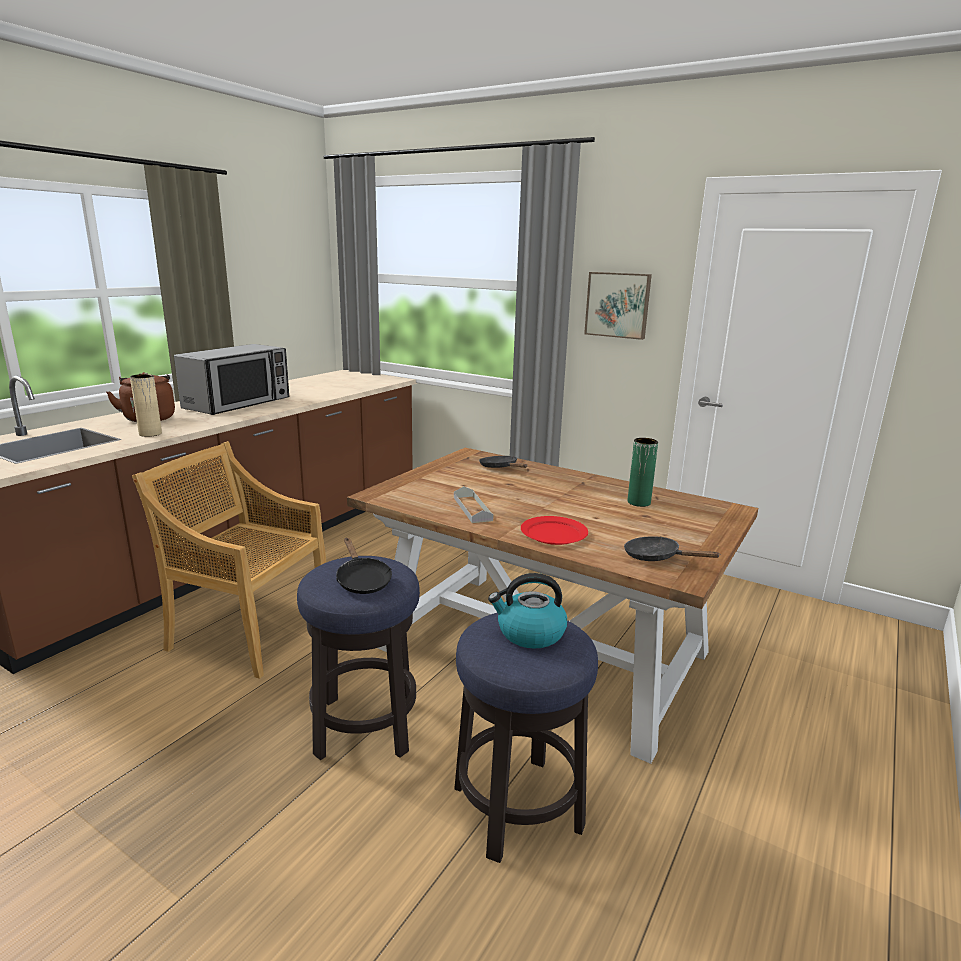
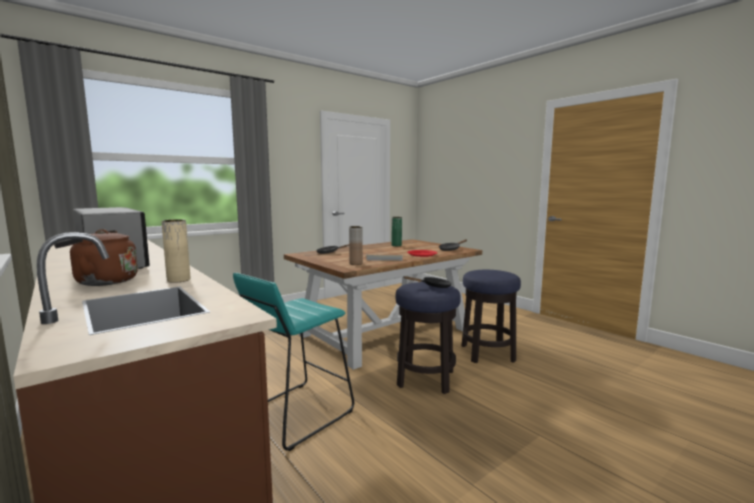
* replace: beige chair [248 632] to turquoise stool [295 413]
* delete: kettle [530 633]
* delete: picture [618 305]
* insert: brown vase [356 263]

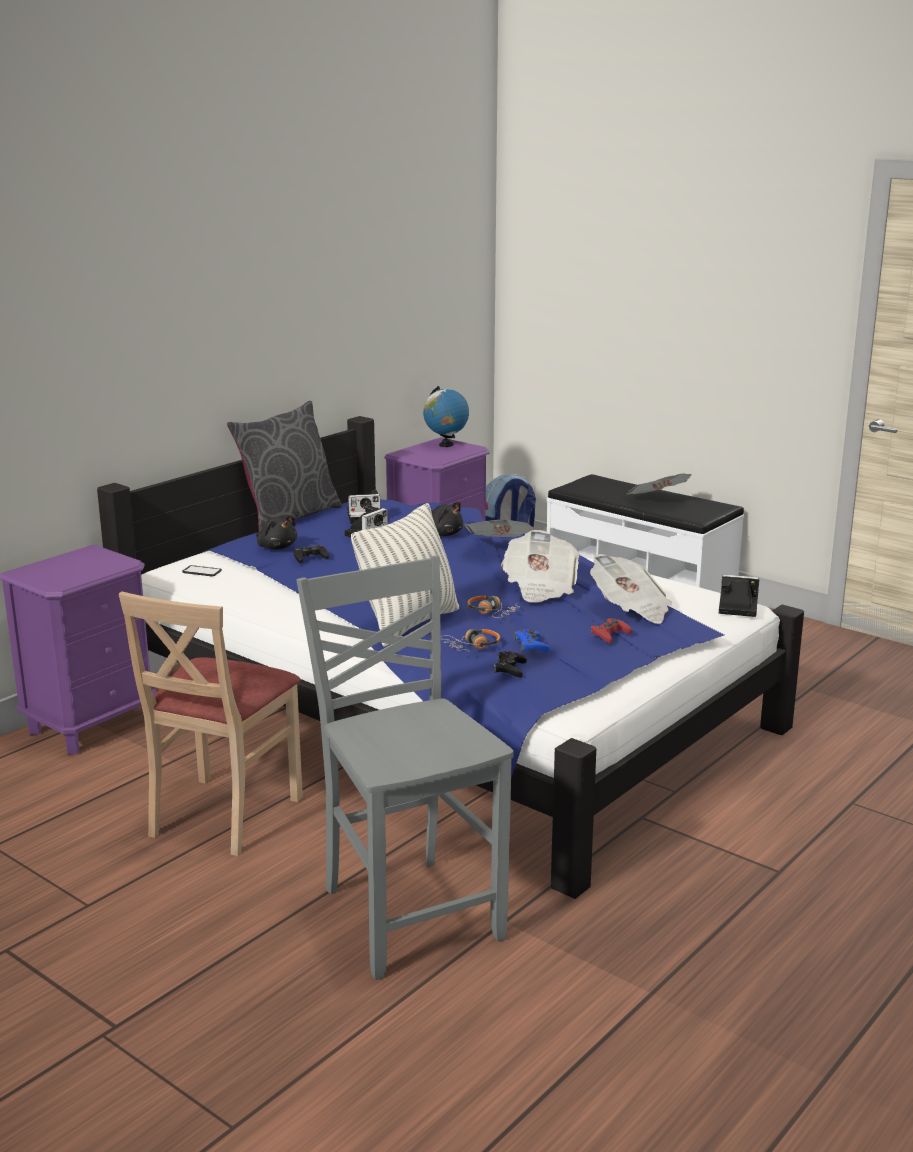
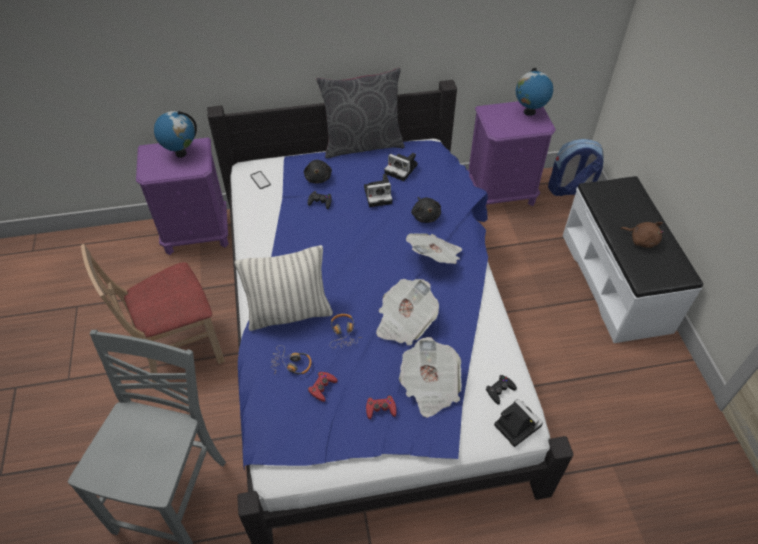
* move: black game controller [510 669] to [500 390]
* recolor: blue game controller [531 645] to red game controller [322 387]
* replace: newspaper [657 501] to brown plush toy [641 240]
* insert: globe [181 153]

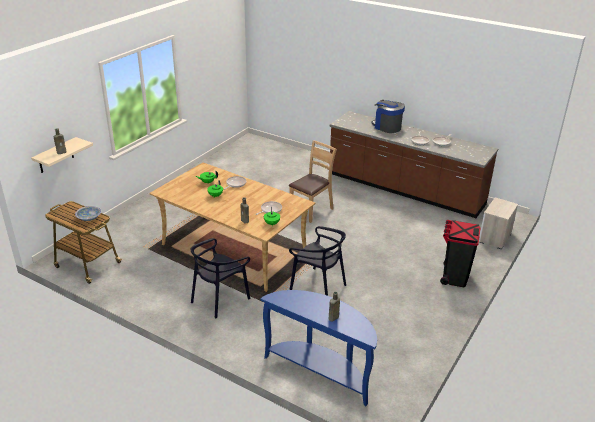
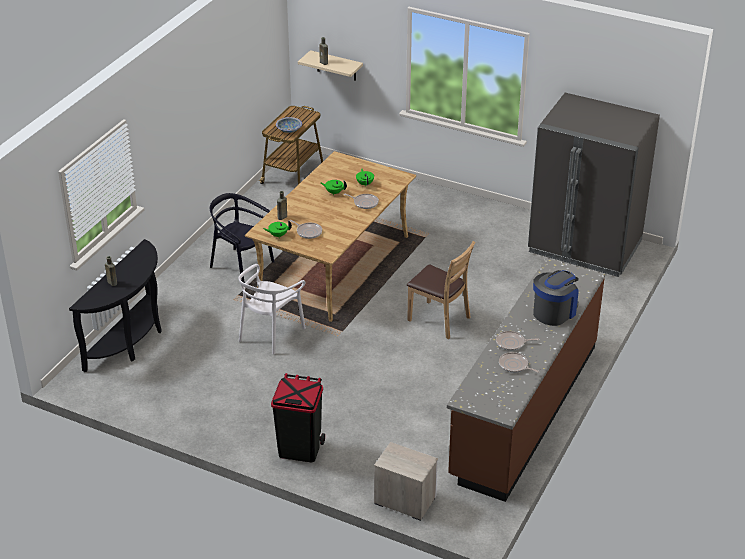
* recolor: blue console table [321 371] to black console table [131 341]
* recolor: black chair [318 286] to white chair [270 333]
* insert: grey fridge [585 247]

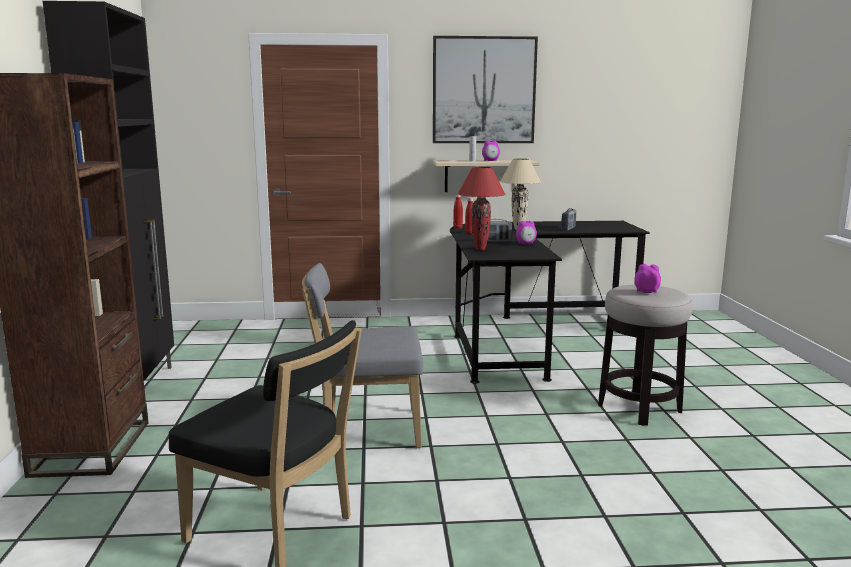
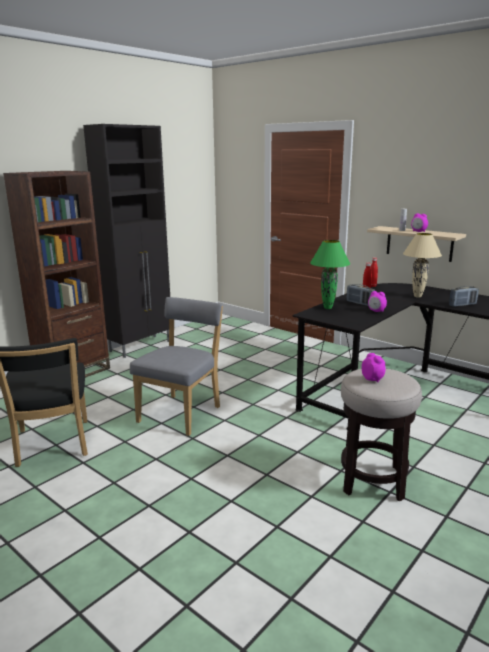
* rotate: grey chair [366 429] = [182 413] 75 degrees clockwise
* delete: picture [484 90]
* recolor: red table lamp [479 249] to green table lamp [327 308]

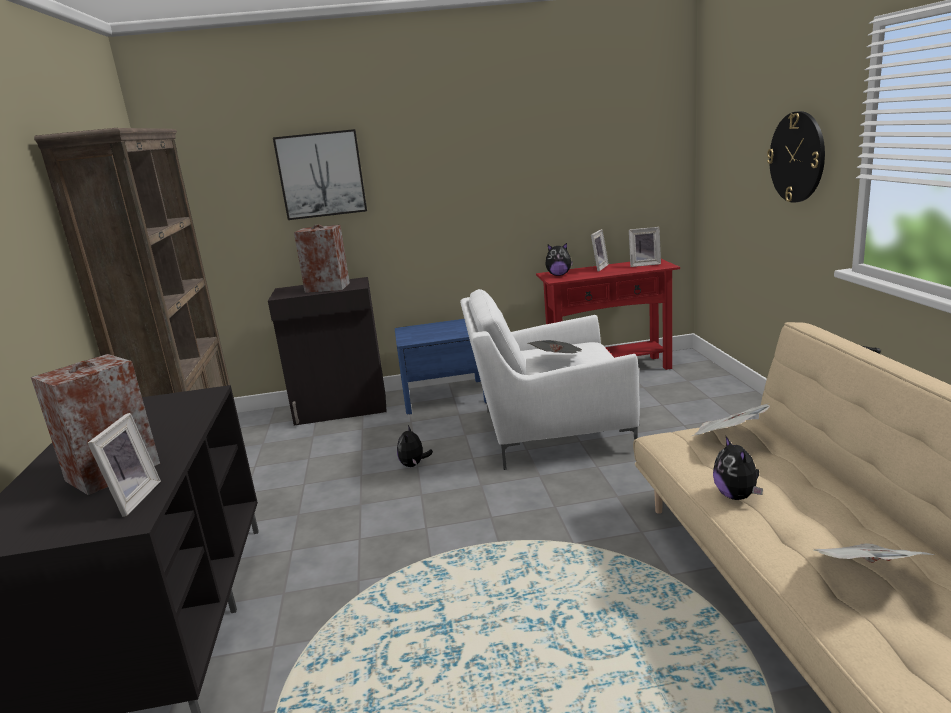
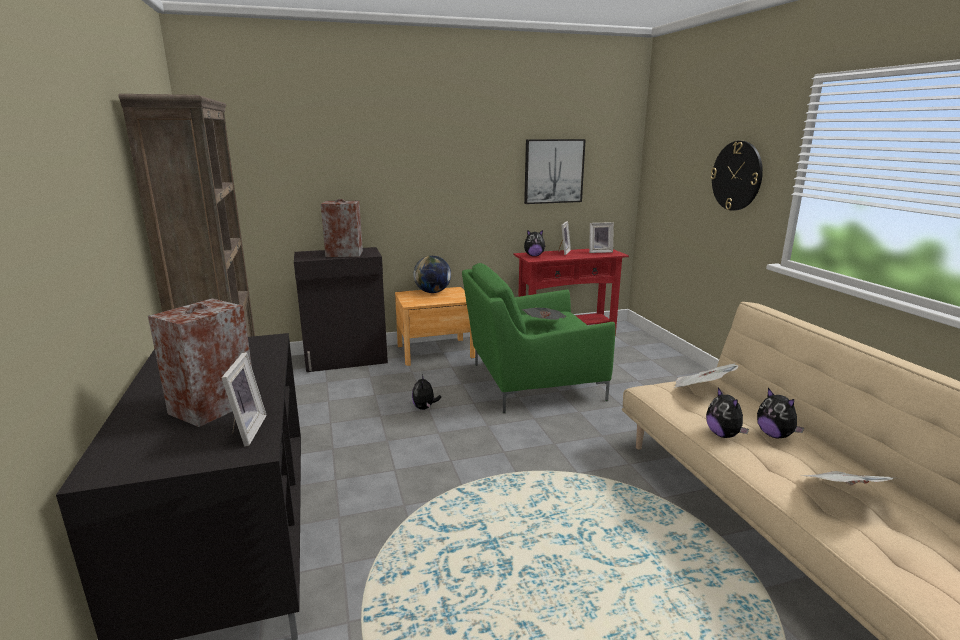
* move: picture [321 174] to [553 171]
* recolor: blue nightstand [445 396] to brown nightstand [435 351]
* recolor: white armchair [548 430] to green armchair [530 382]
* insert: globe [432 292]
* insert: plush toy [775 435]

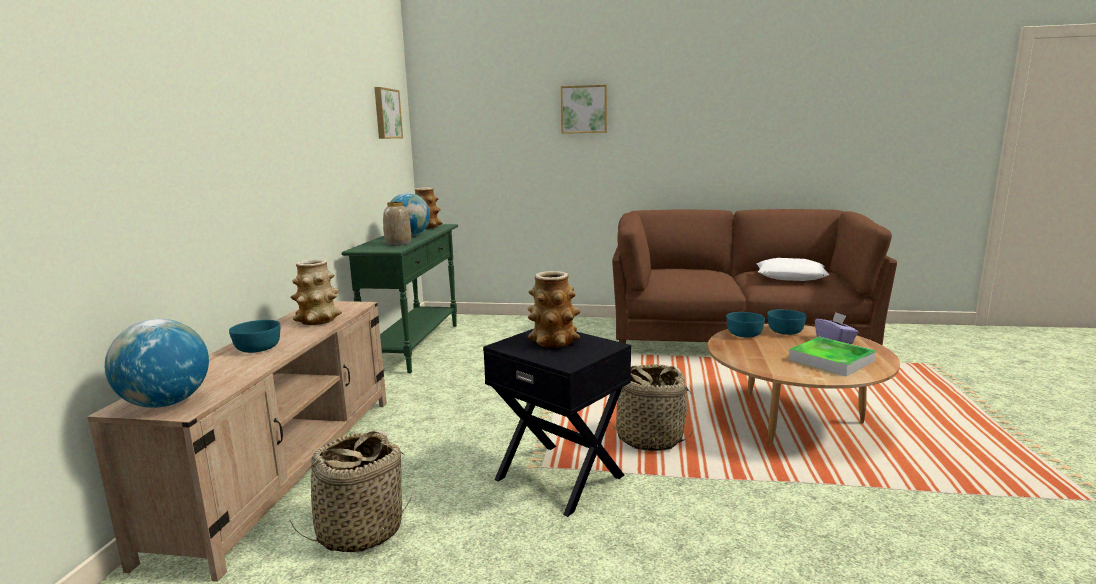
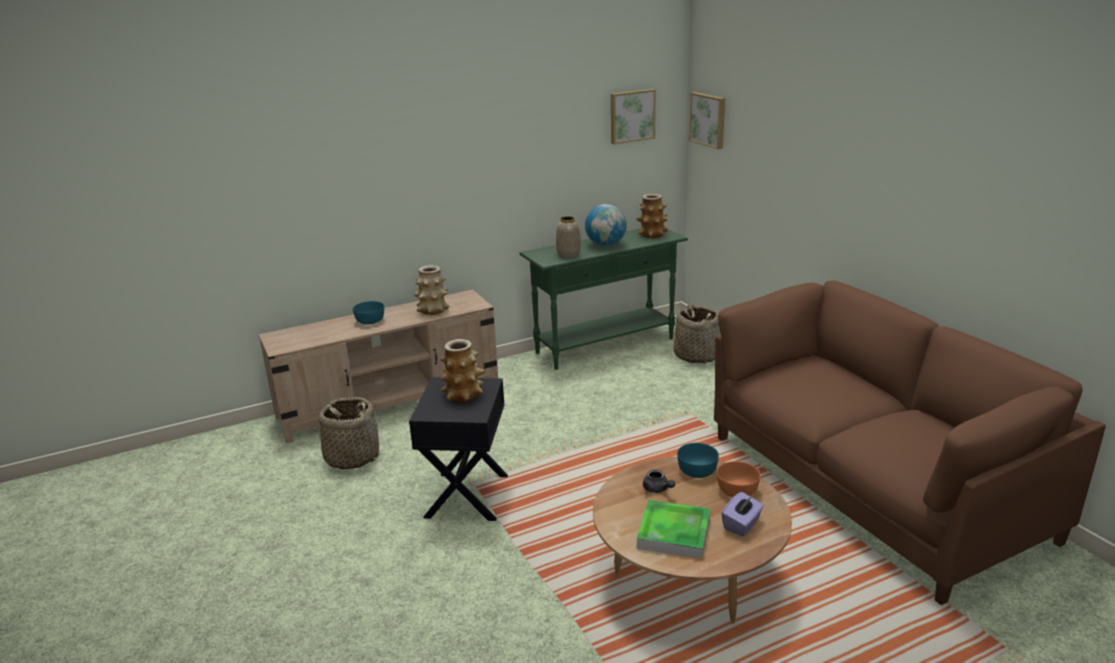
* delete: globe [166 403]
* move: picture [584 109] to [709 120]
* move: basket [649 438] to [696 355]
* delete: white pillow [791 276]
* recolor: turquoise bowl [785 331] to orange bowl [738 490]
* insert: grey teapot [657 489]

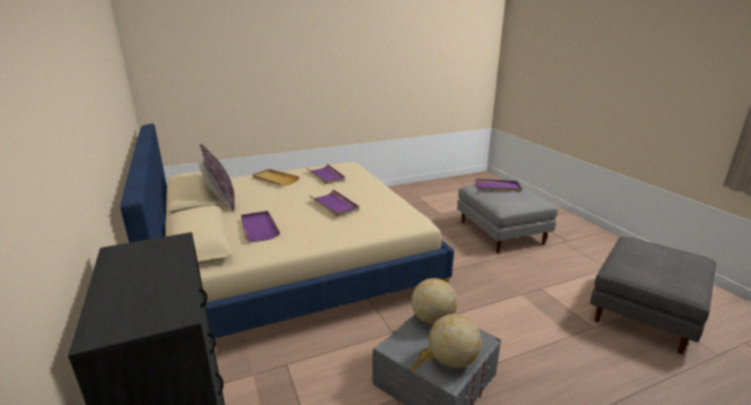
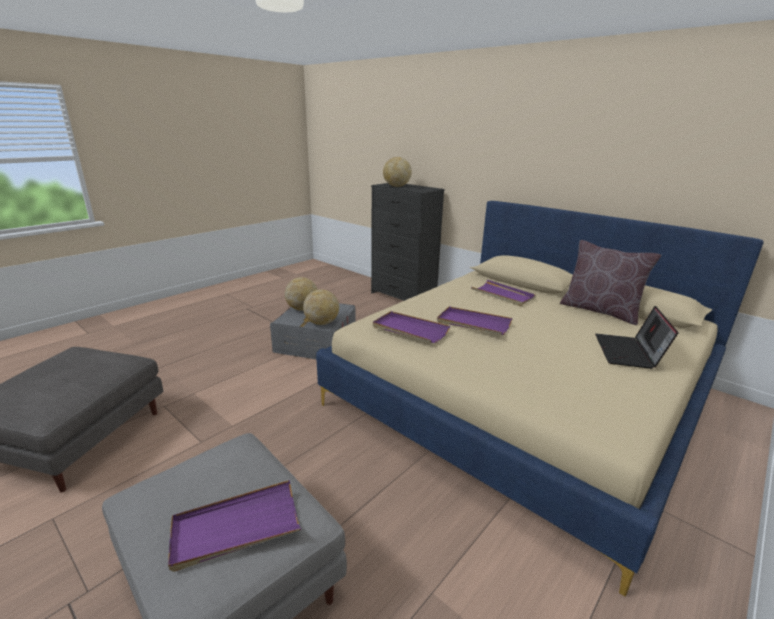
* replace: beige tray [275 179] to laptop [629 353]
* move: purple tray [325 175] to [410 329]
* insert: globe [396 186]

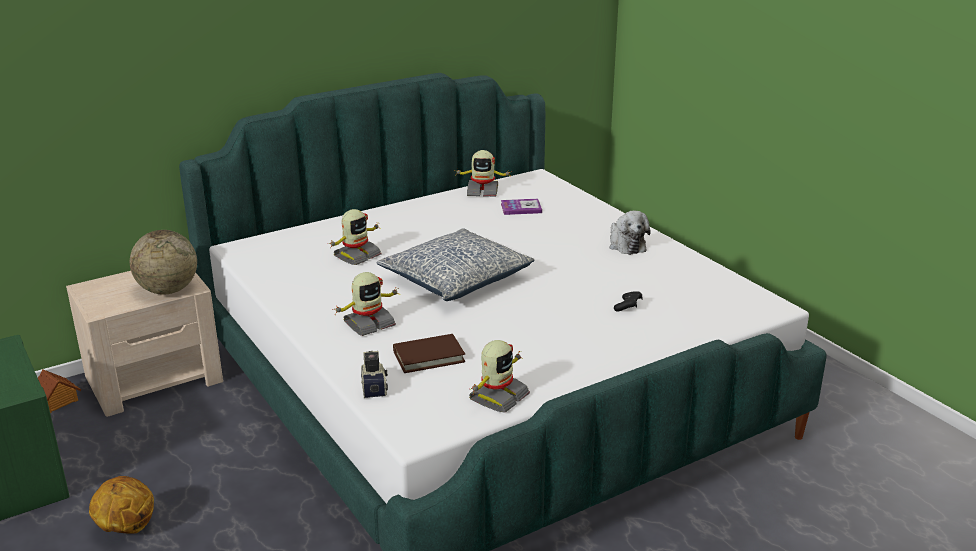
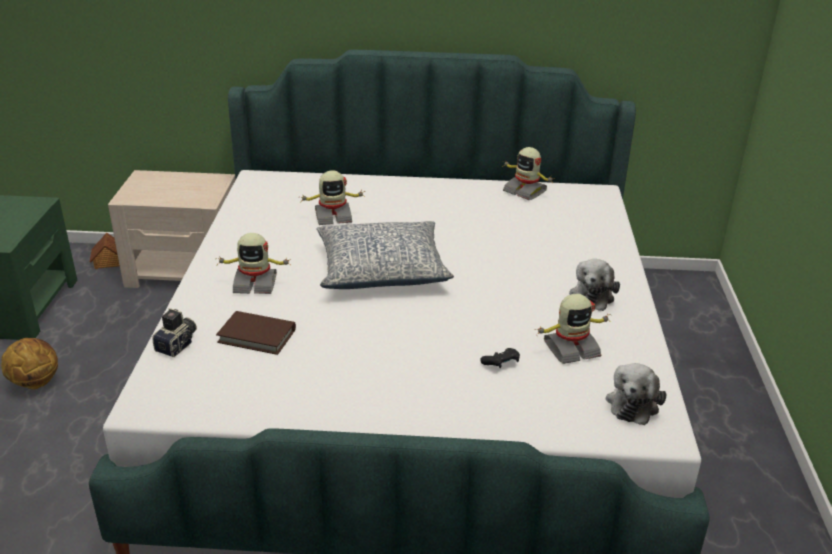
* delete: globe [168 290]
* move: toy robot [498 397] to [570 348]
* delete: book [521 208]
* insert: plush toy [633 402]

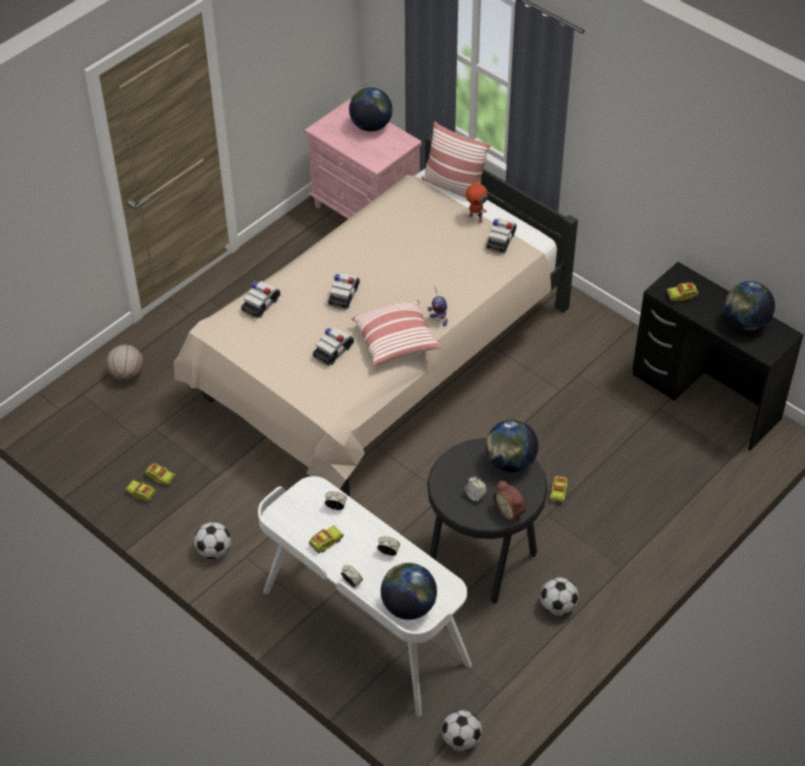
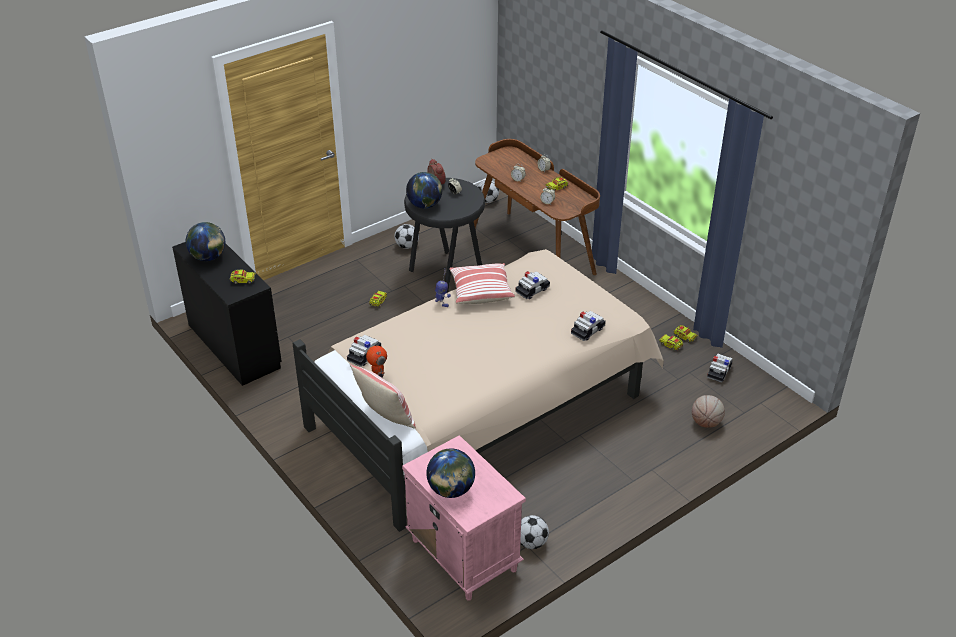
* move: football [214 551] to [531 543]
* recolor: white desk [364 629] to brown desk [533 250]
* move: toy car [344 296] to [719 372]
* delete: globe [409 607]

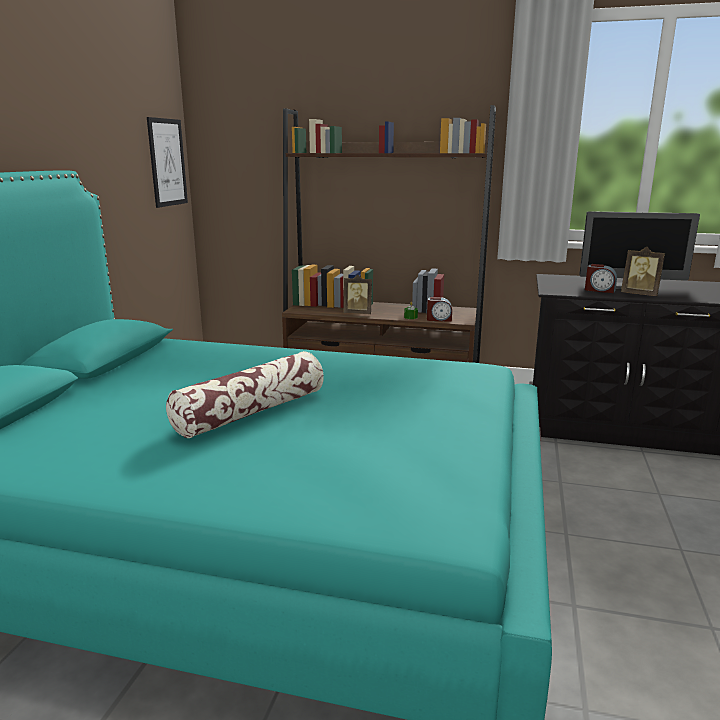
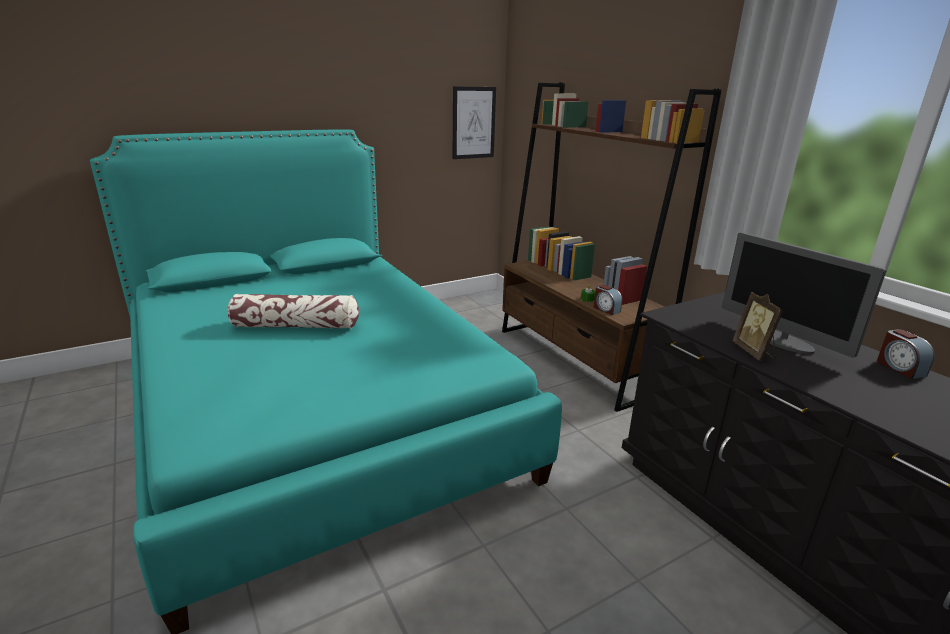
* delete: picture frame [358 313]
* move: alarm clock [599 290] to [899 368]

